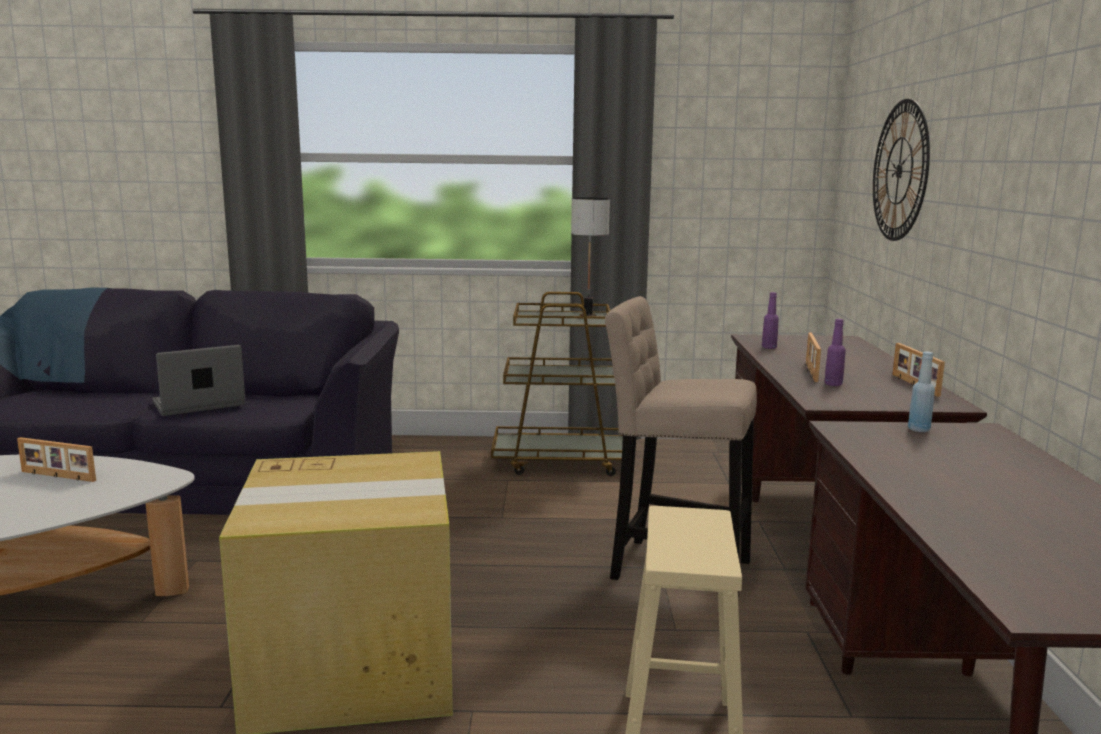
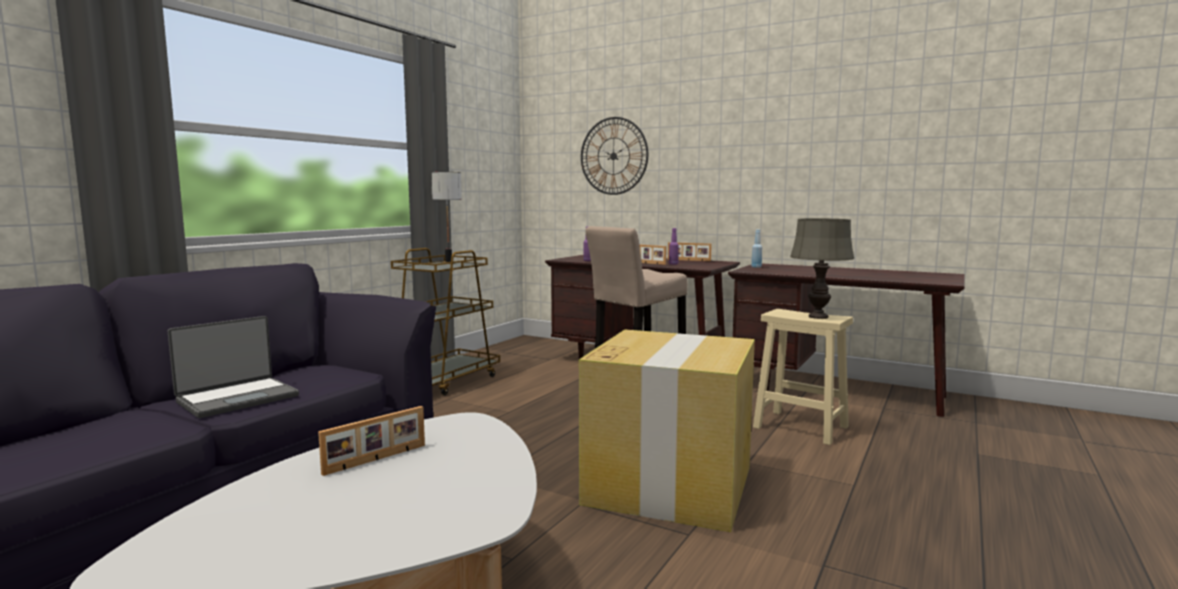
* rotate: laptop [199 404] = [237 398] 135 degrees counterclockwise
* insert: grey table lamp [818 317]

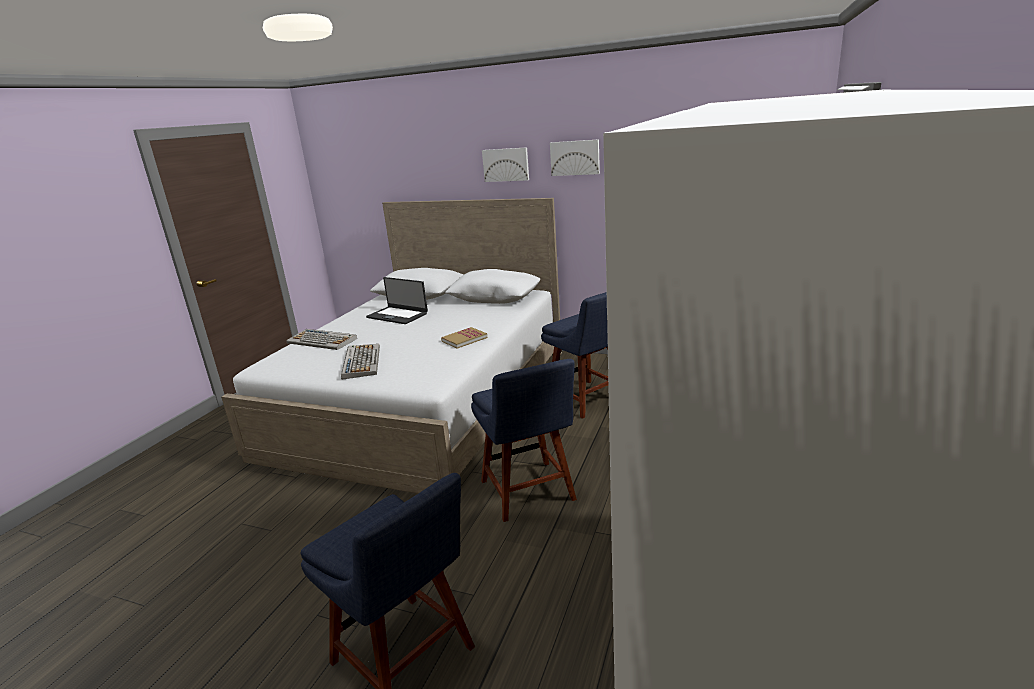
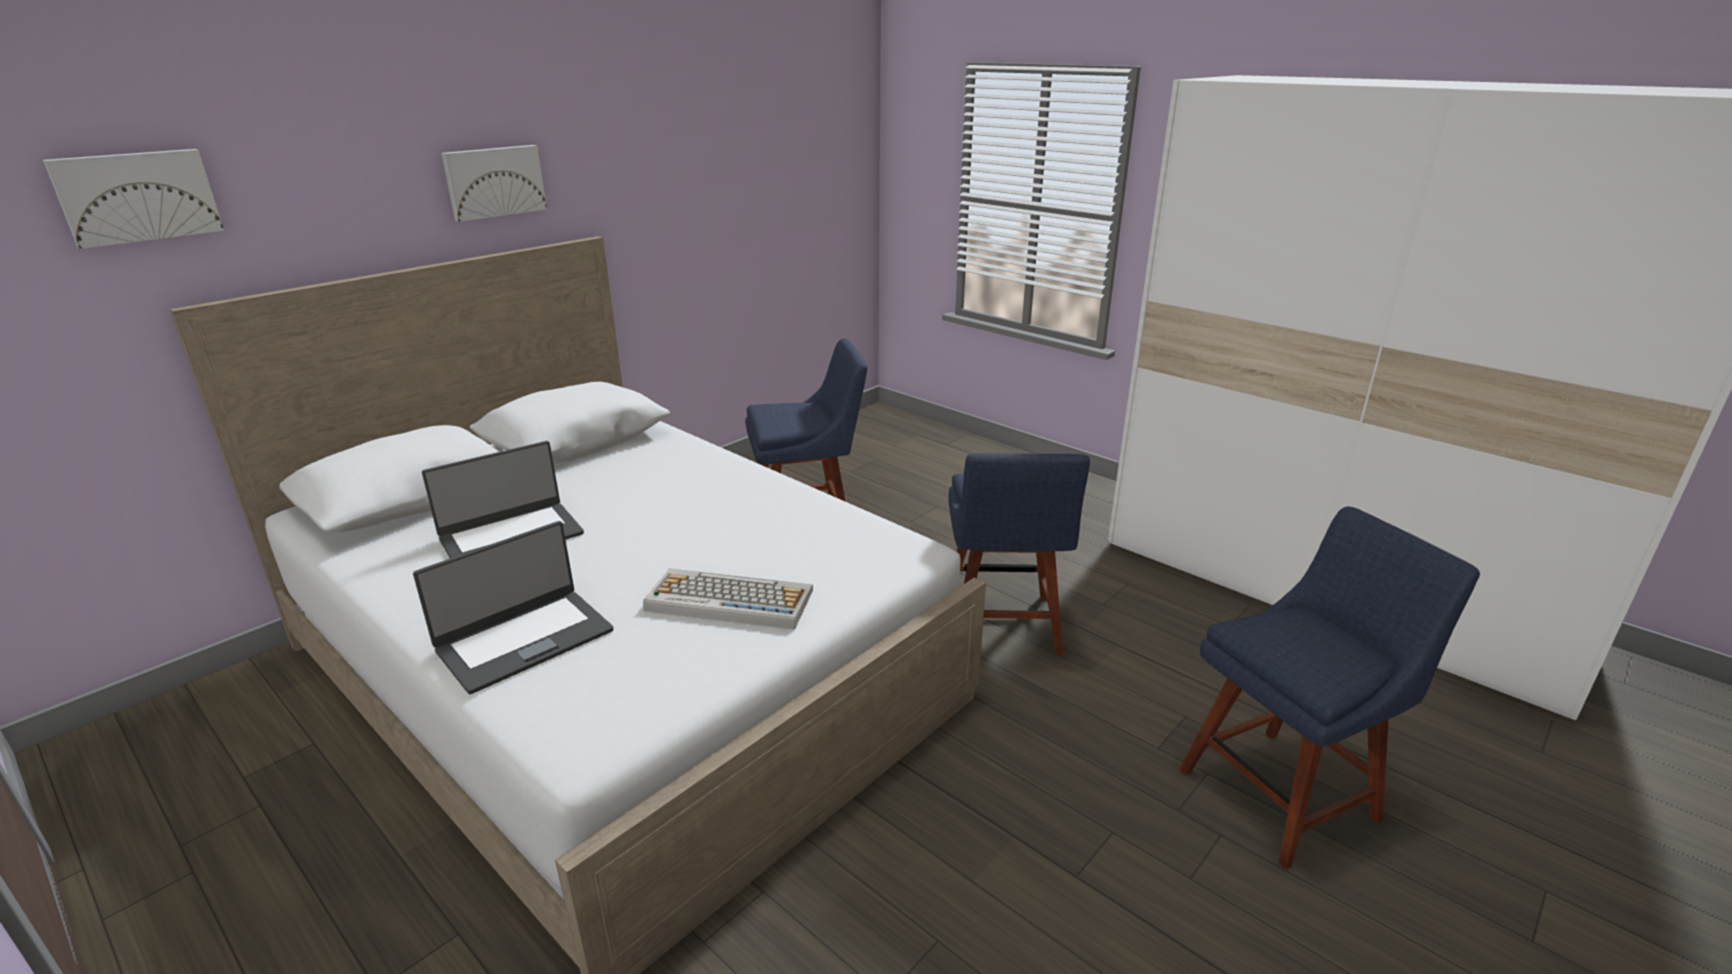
* replace: keyboard [322 341] to laptop [524 639]
* delete: book [464 339]
* rotate: blue chair [529 493] = [1001 628] 90 degrees clockwise
* move: picture [575 157] to [137 196]

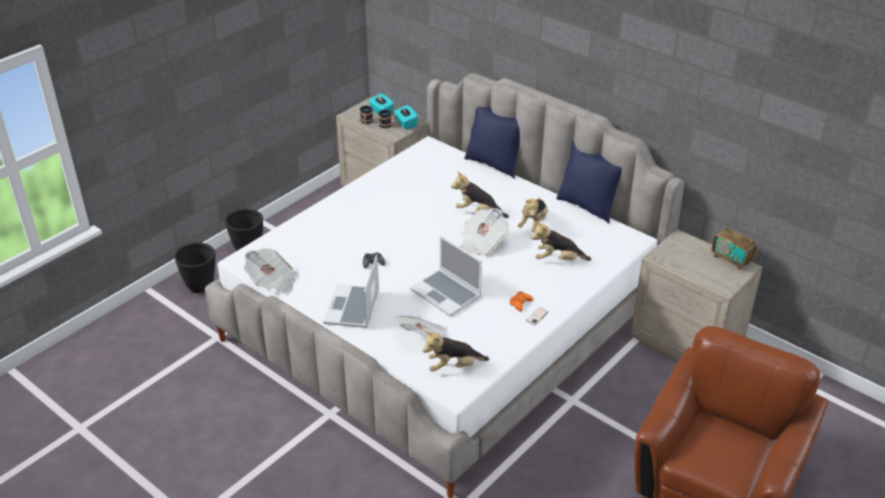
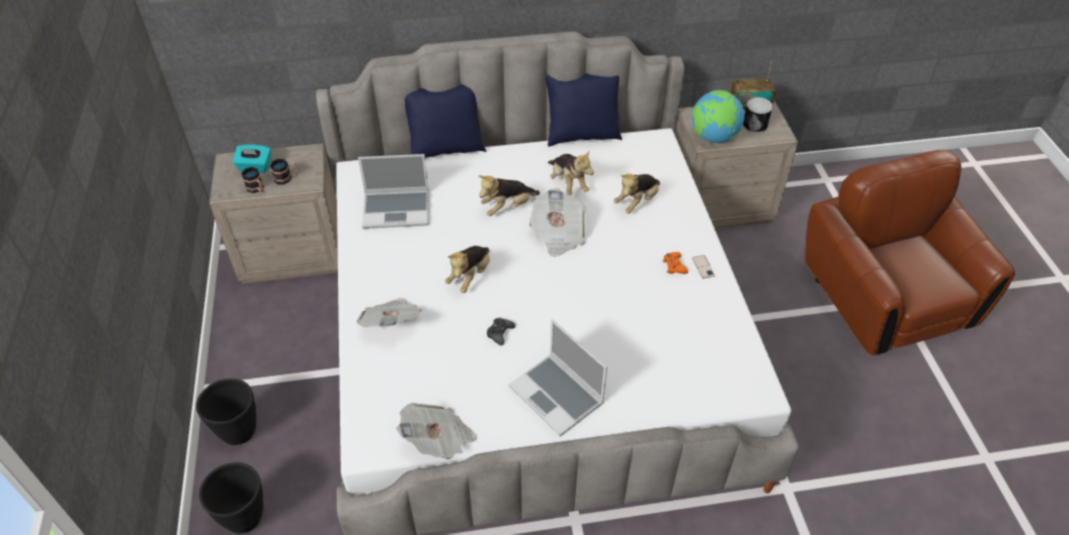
* move: newspaper [422 337] to [391 323]
* delete: turquoise tissue box [405 124]
* move: laptop [447 294] to [397 209]
* move: plush toy [453 366] to [470 276]
* insert: globe [713 137]
* insert: can [755 125]

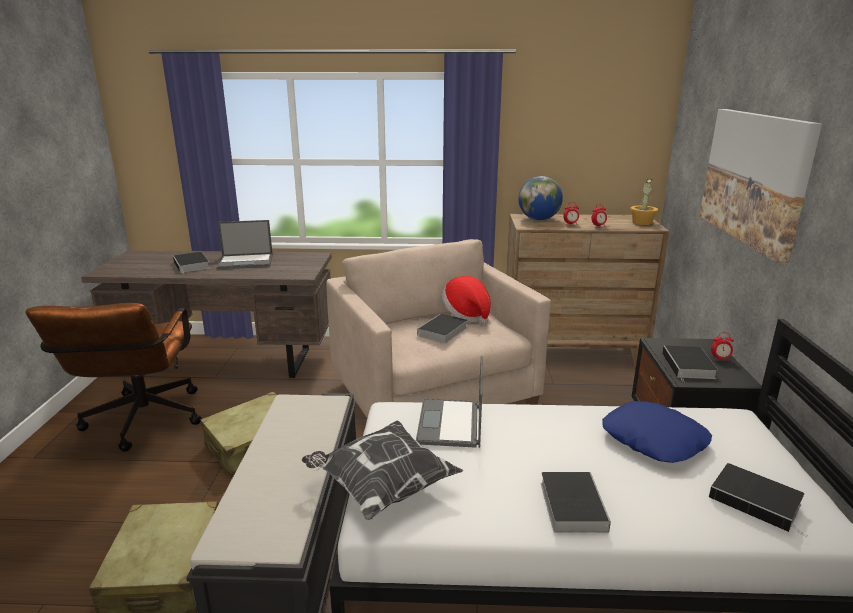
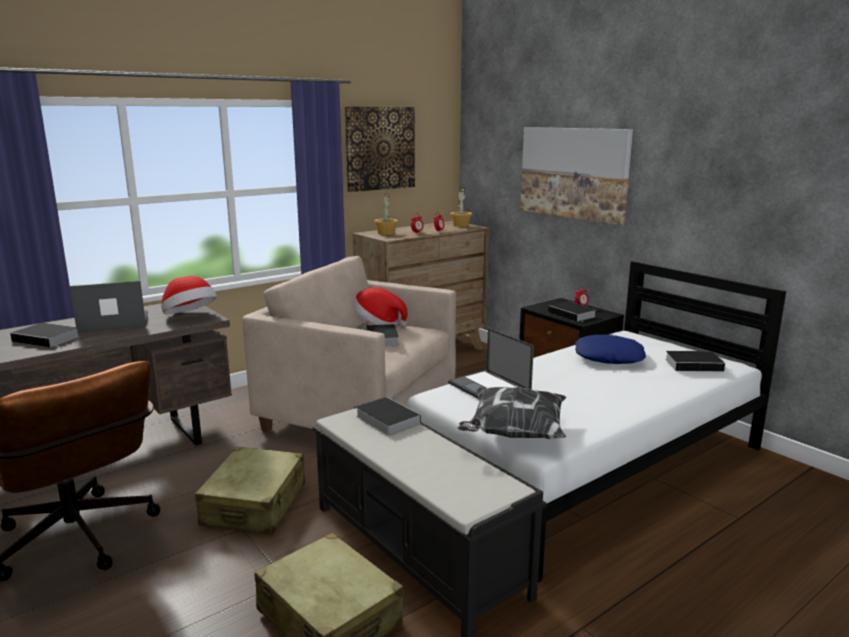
* rotate: laptop [246 261] = [112 322] 150 degrees counterclockwise
* replace: globe [538 219] to potted plant [386 233]
* move: book [571 504] to [386 419]
* insert: hat [190 317]
* insert: picture [380 148]

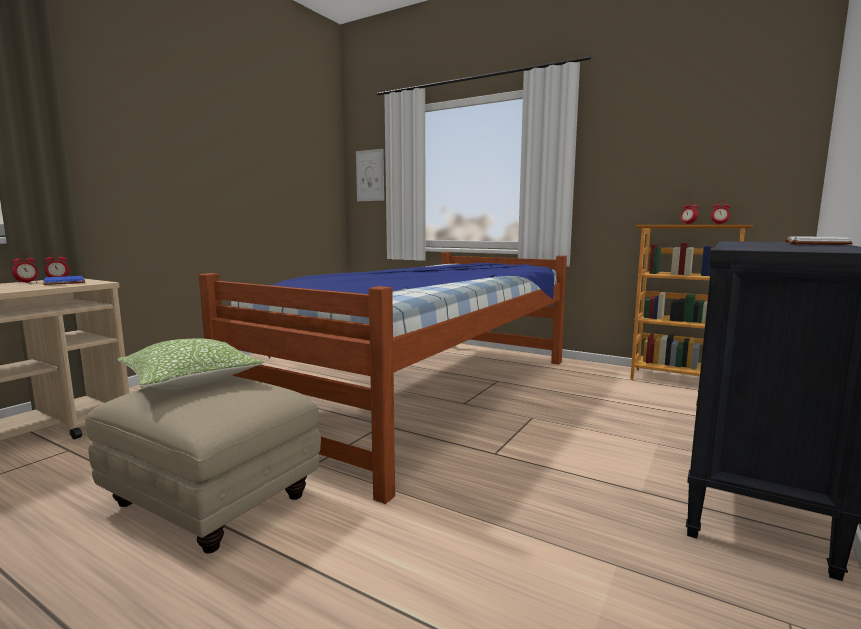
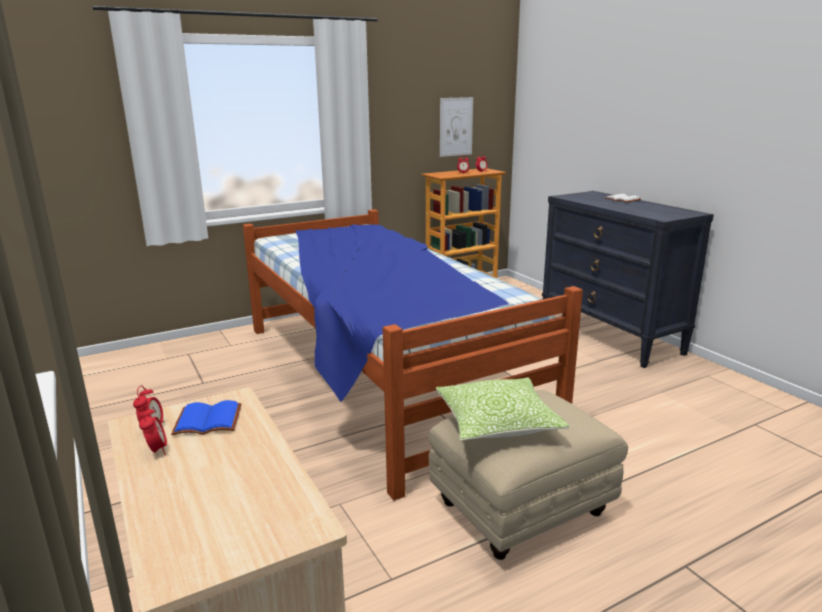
* move: picture [370 175] to [456 127]

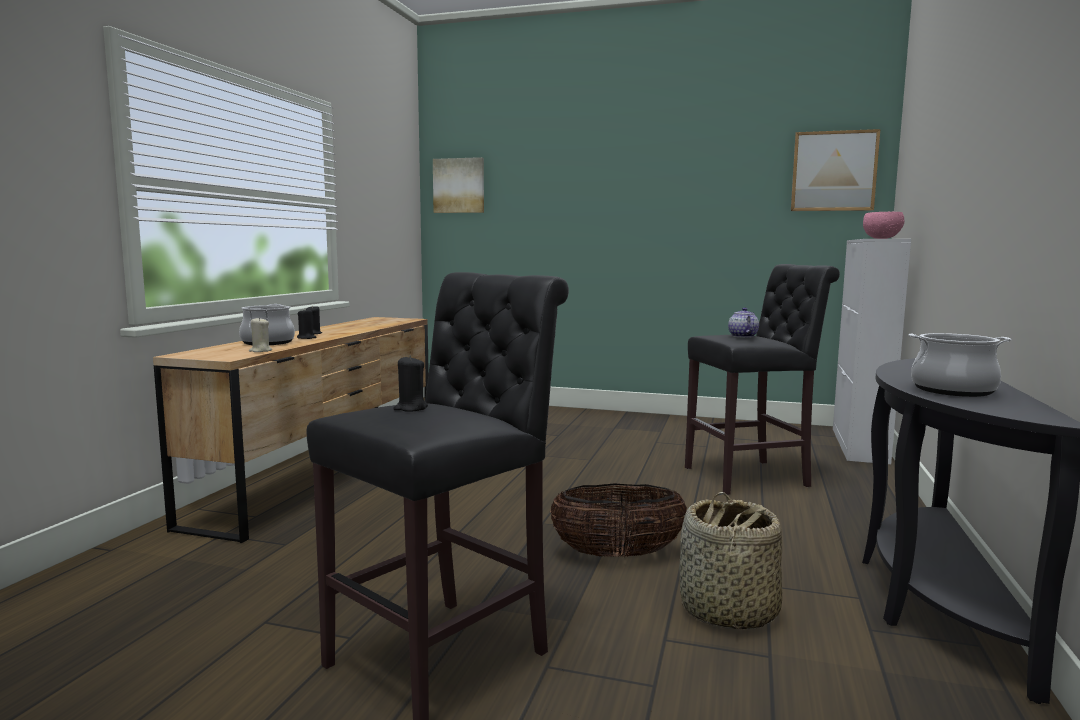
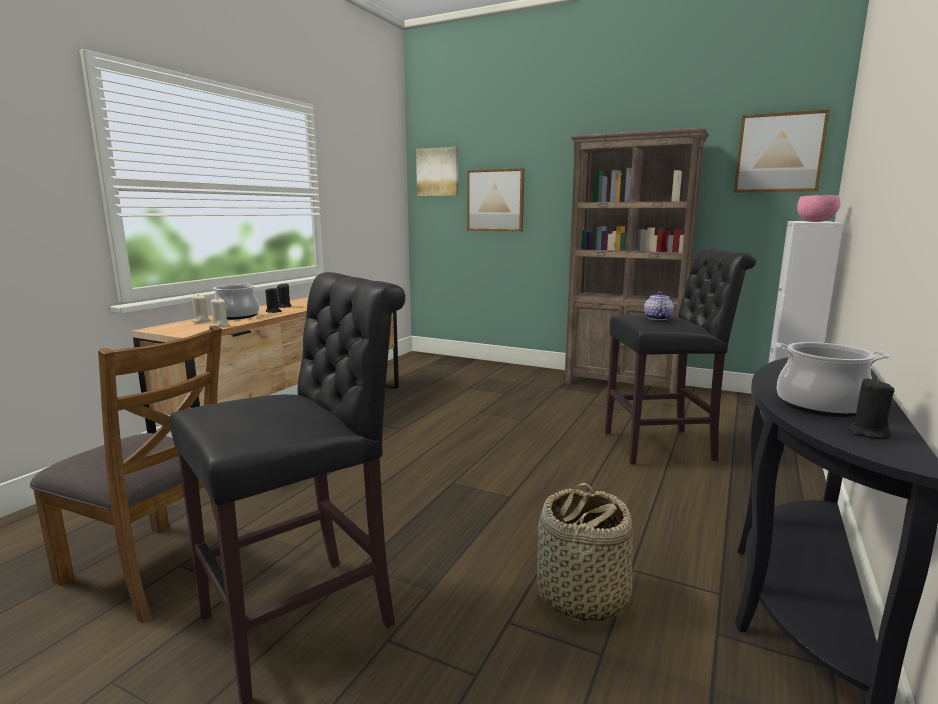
* move: black candle [410 408] to [867 433]
* delete: basket [617 555]
* insert: brown chair [153 569]
* insert: beige candle [201 321]
* insert: picture [495 200]
* insert: brown bookcase [622 385]

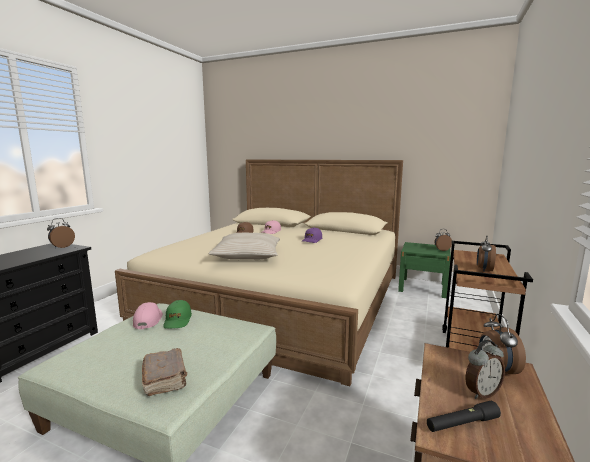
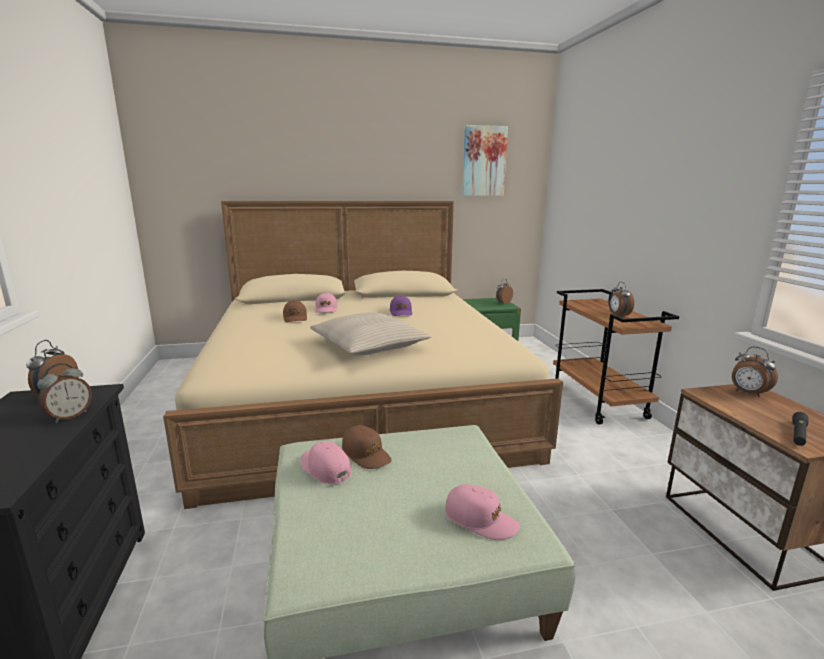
* replace: brown book [165 379] to pink cap [480 519]
* recolor: green cap [177 320] to brown cap [366 454]
* move: alarm clock [481 392] to [69 416]
* insert: picture [484 161]

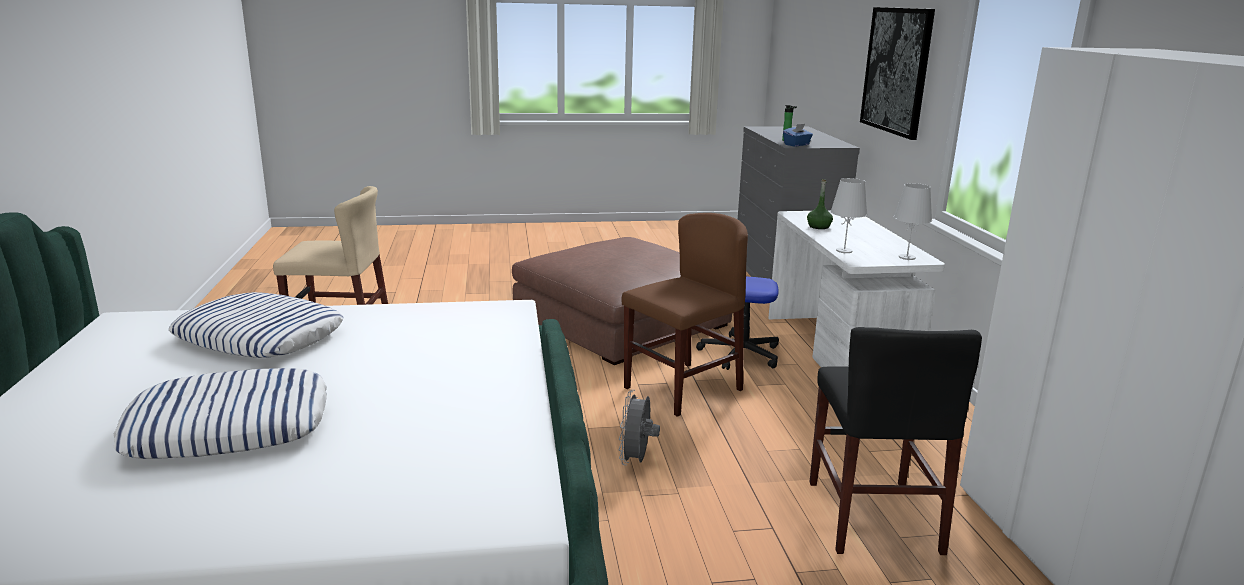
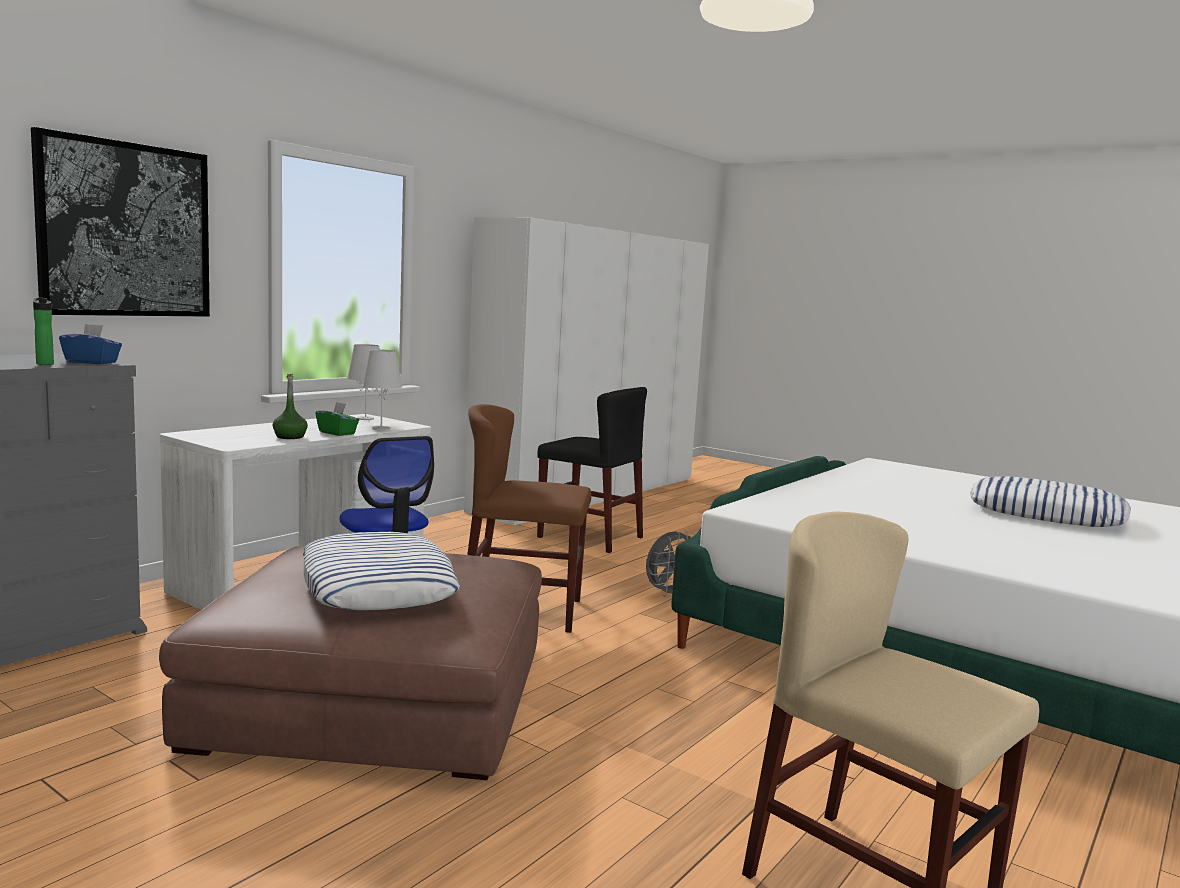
* move: pillow [259 336] to [378 585]
* rotate: black chair [872 516] = [590 537] 75 degrees clockwise
* insert: green tissue box [337 433]

